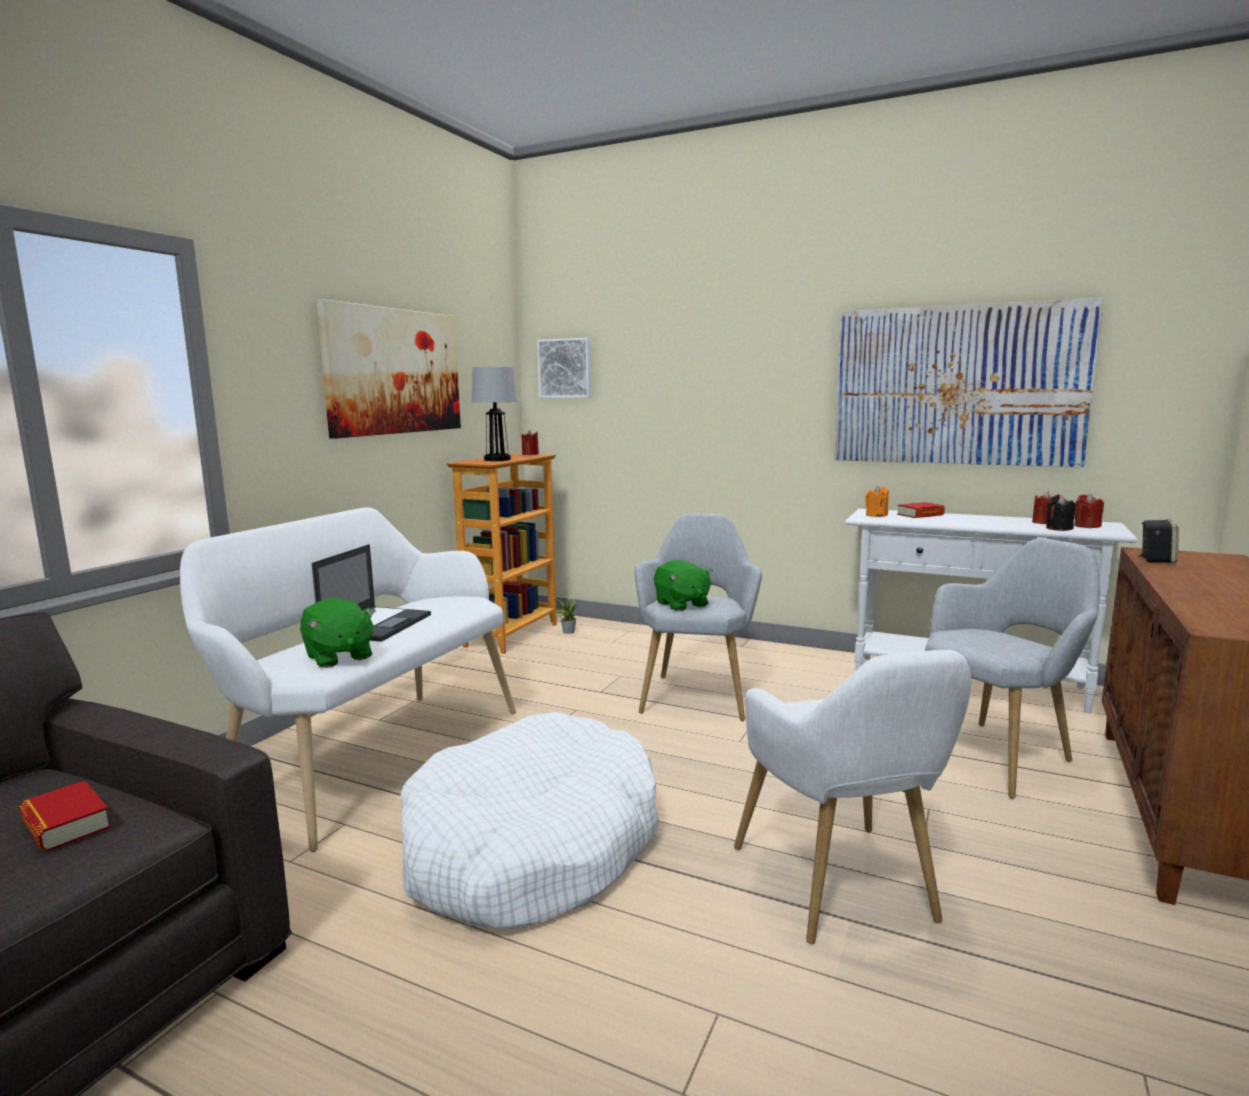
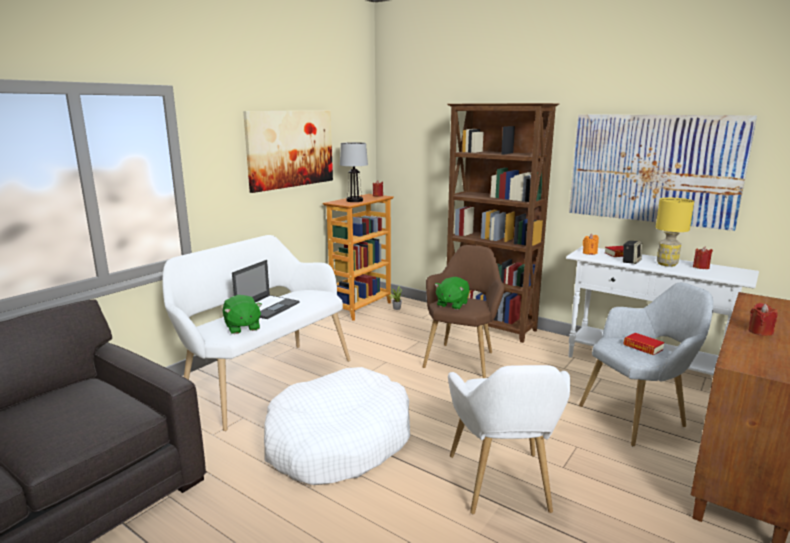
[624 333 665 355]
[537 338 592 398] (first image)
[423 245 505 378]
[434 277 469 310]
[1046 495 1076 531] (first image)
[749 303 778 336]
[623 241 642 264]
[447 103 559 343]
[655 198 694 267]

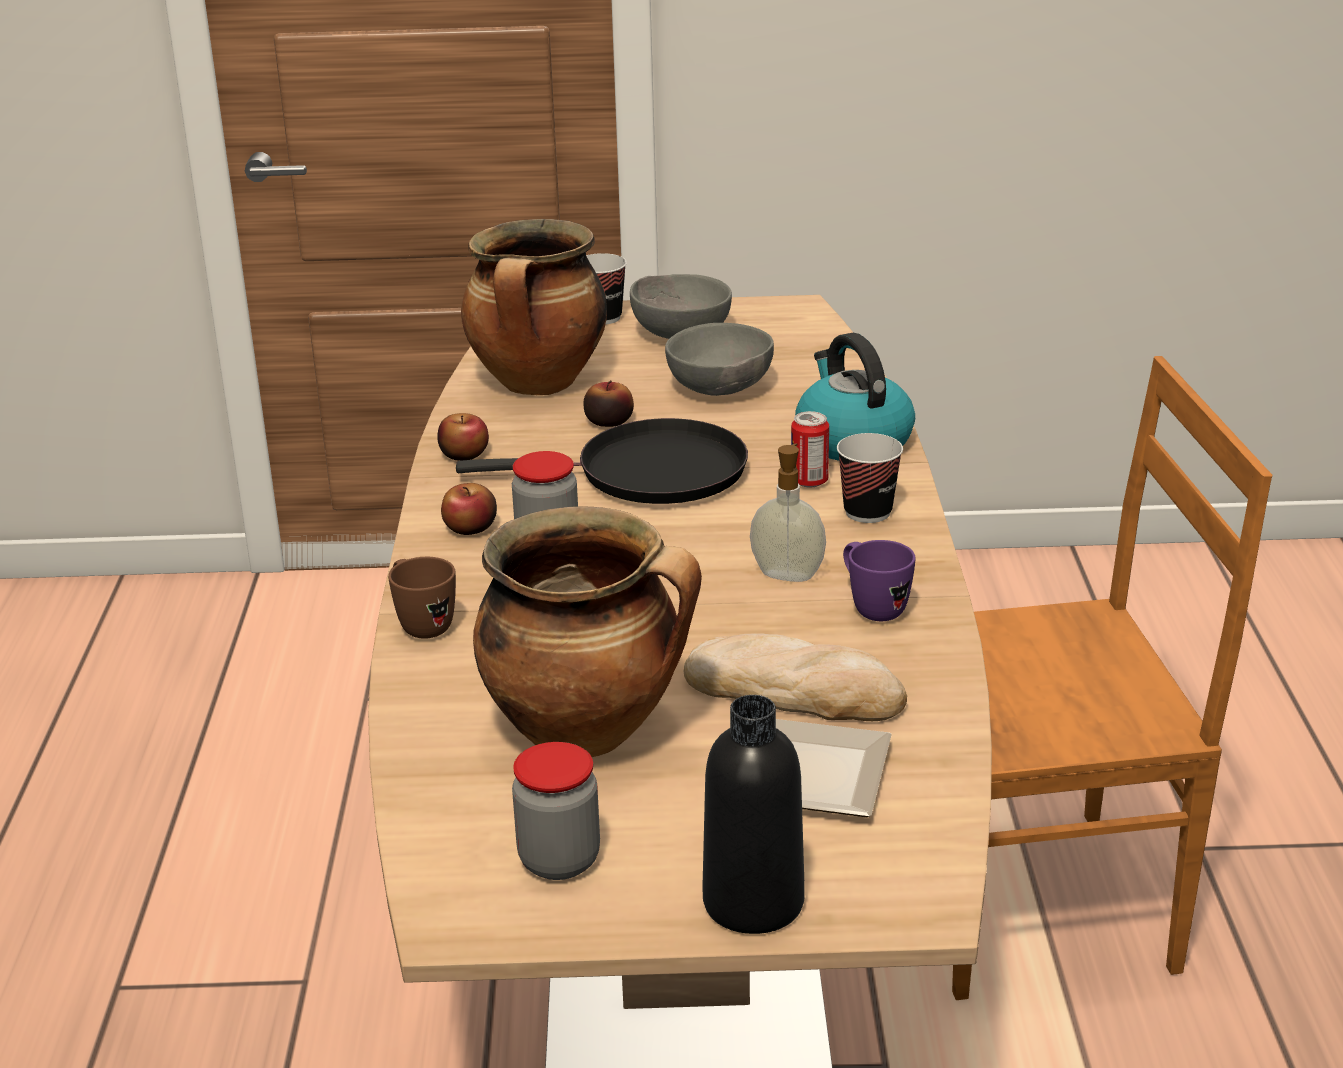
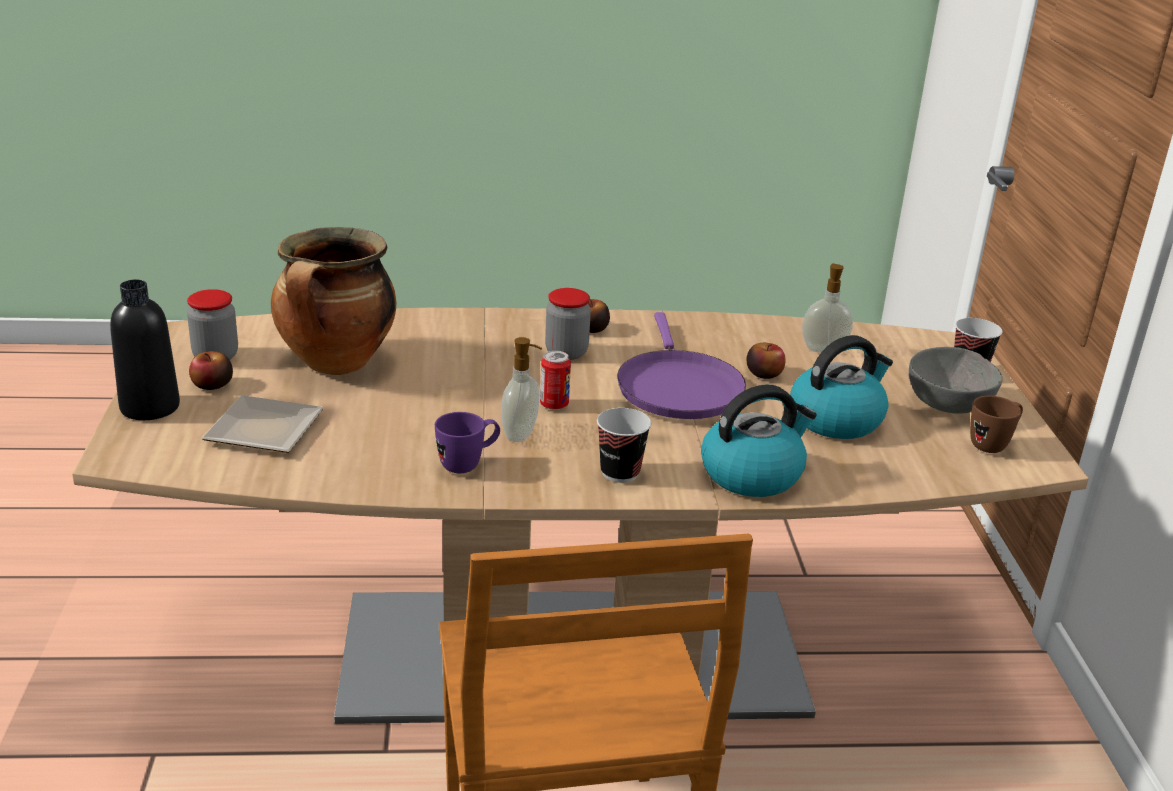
[970 396 1023 453]
[189 351 233 390]
[617 312 746 419]
[802 263 853 352]
[790 335 893 439]
[684 634 907 721] (first image)
[540 351 571 410]

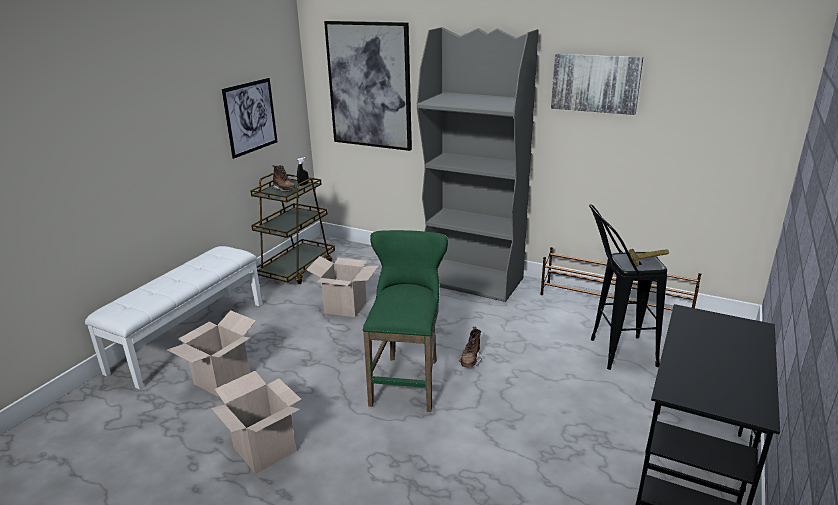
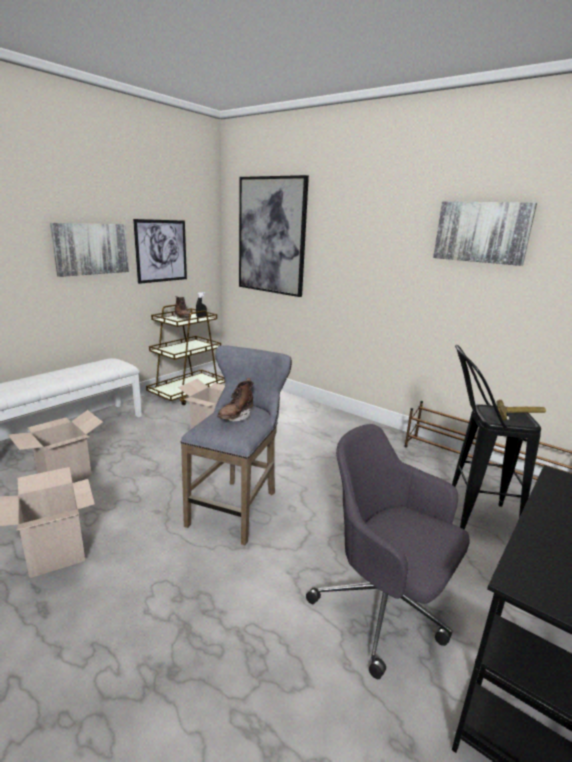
[181 345 292 545]
[417 27 539 302] (first image)
[217 378 254 422]
[50 223 129 277]
[306 424 470 679]

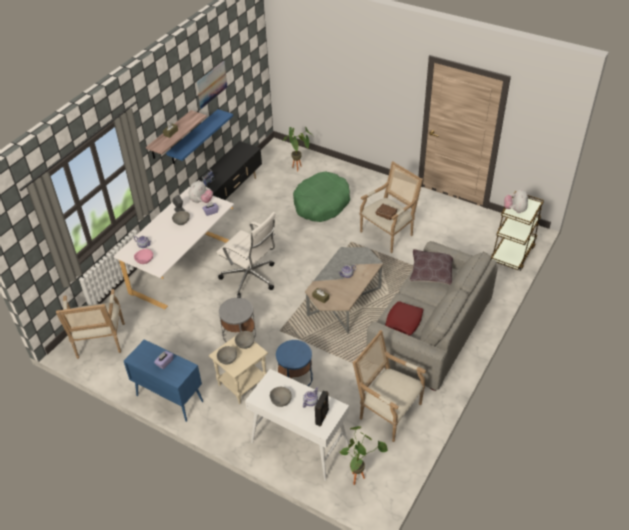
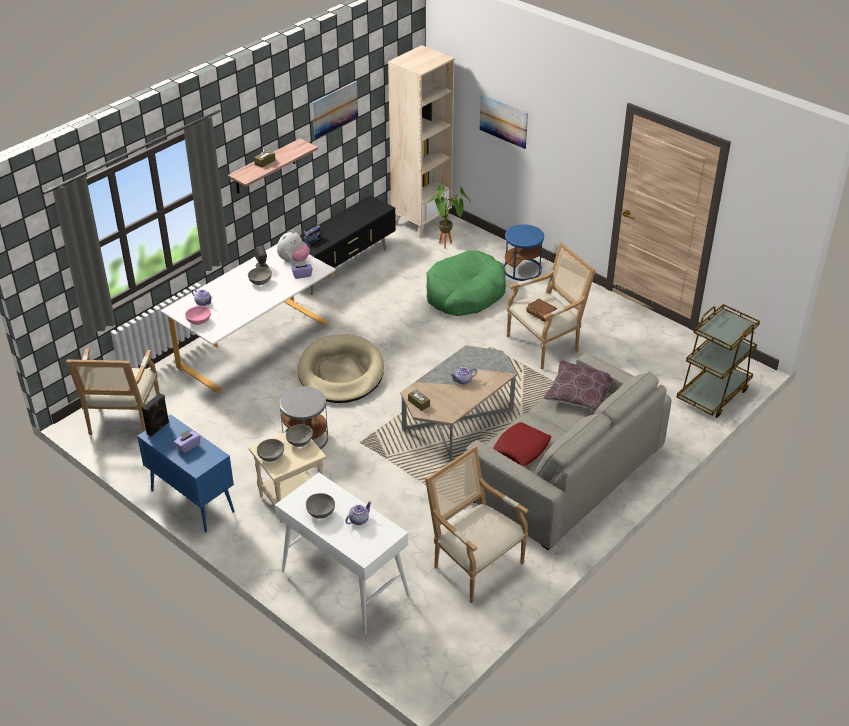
[166 109 233 164] (first image)
[298 334 384 403]
[504 224 544 281]
[142 393 169 437]
[340 426 388 485] (first image)
[504 189 528 213] (first image)
[388 45 454 238]
[480 95 528 149]

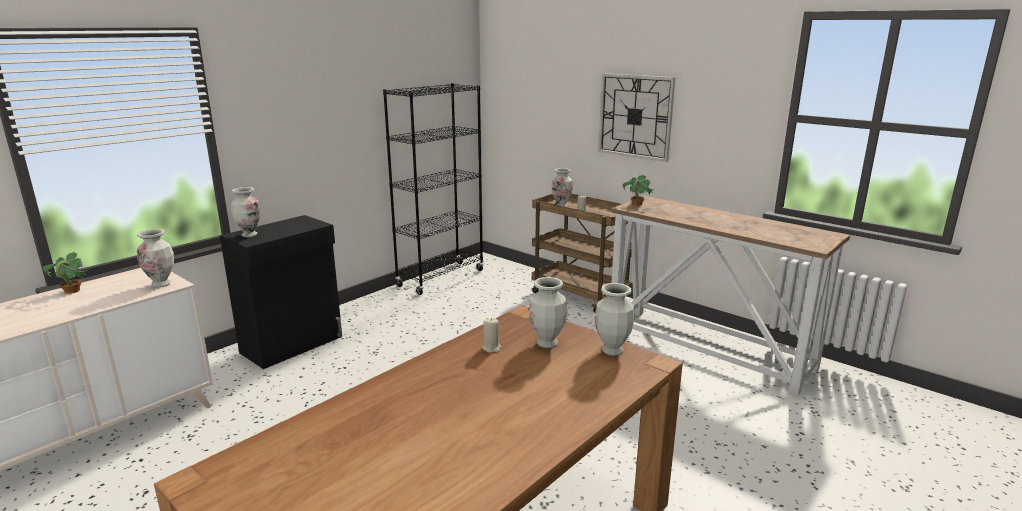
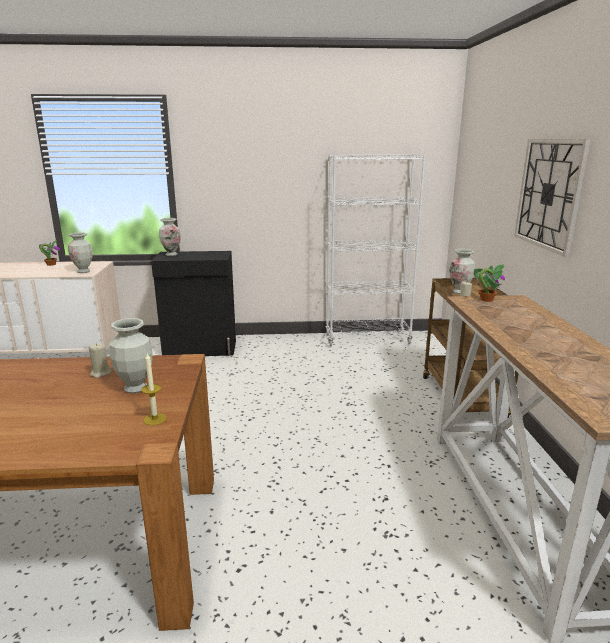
[325 154 426 346]
[141 353 167 425]

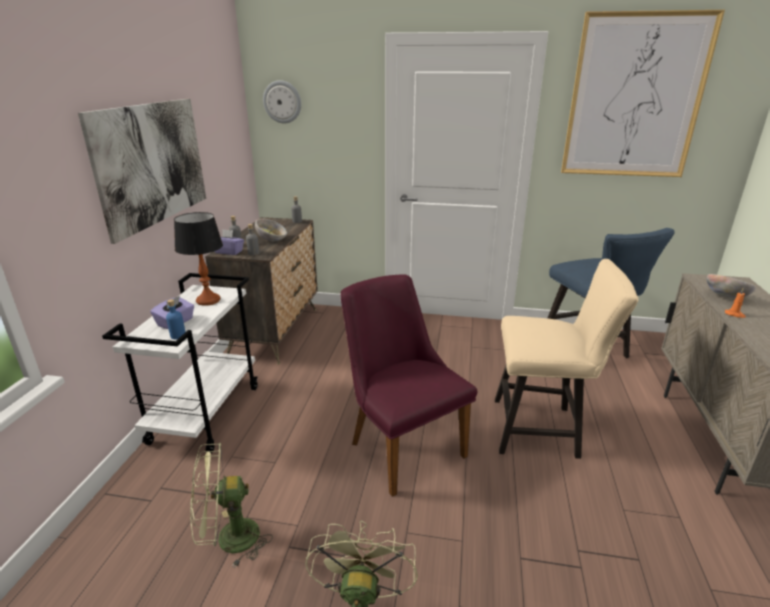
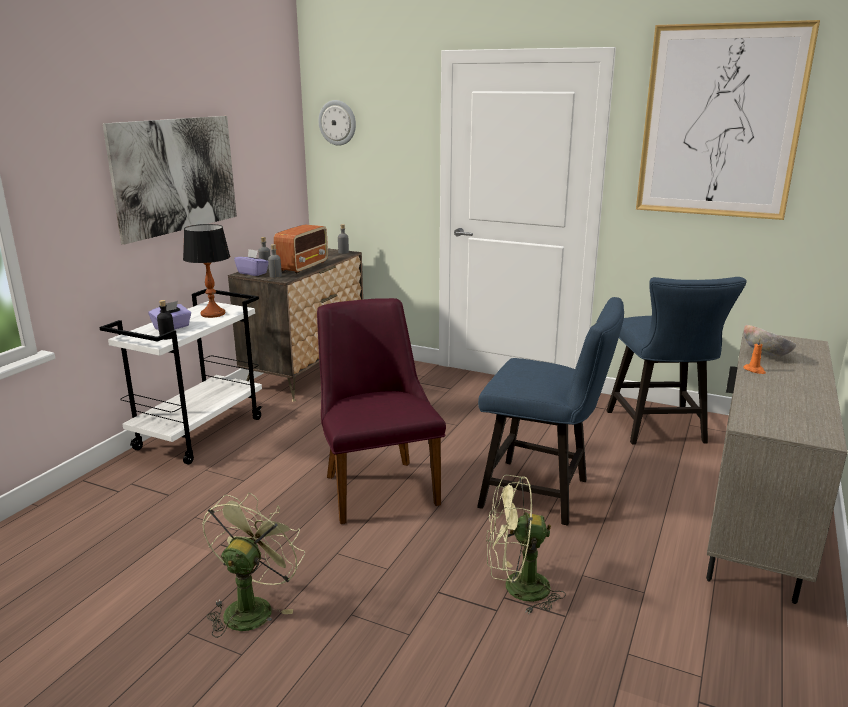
[157 300 174 340]
[486 475 566 614]
[274 225 328 274]
[477 297 624 526]

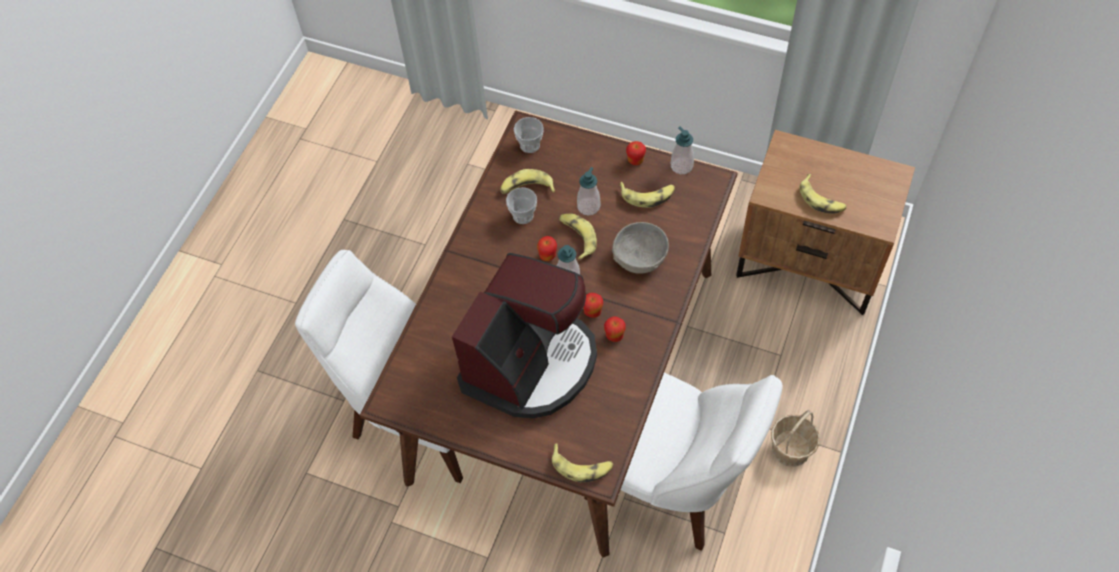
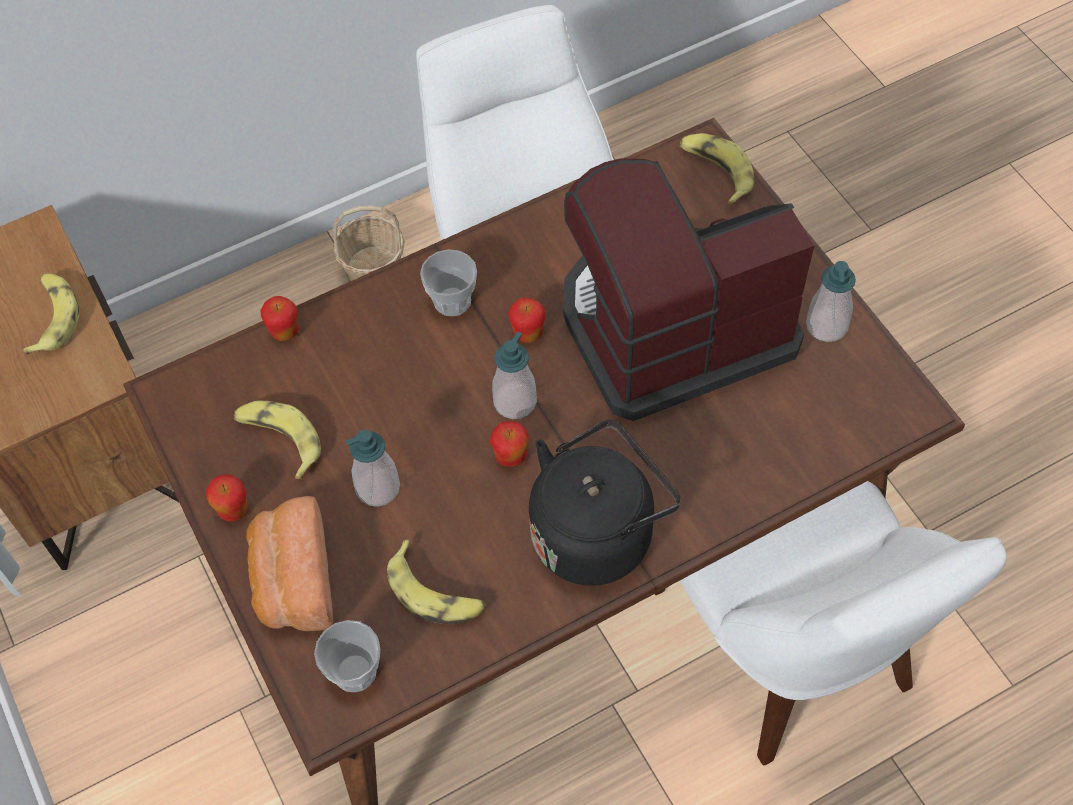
[420 249 477 316]
[559 214 597 260] (first image)
[260 296 299 341]
[612 222 669 274] (first image)
[806 261 856 342]
[246 496 333 631]
[529 419 681 586]

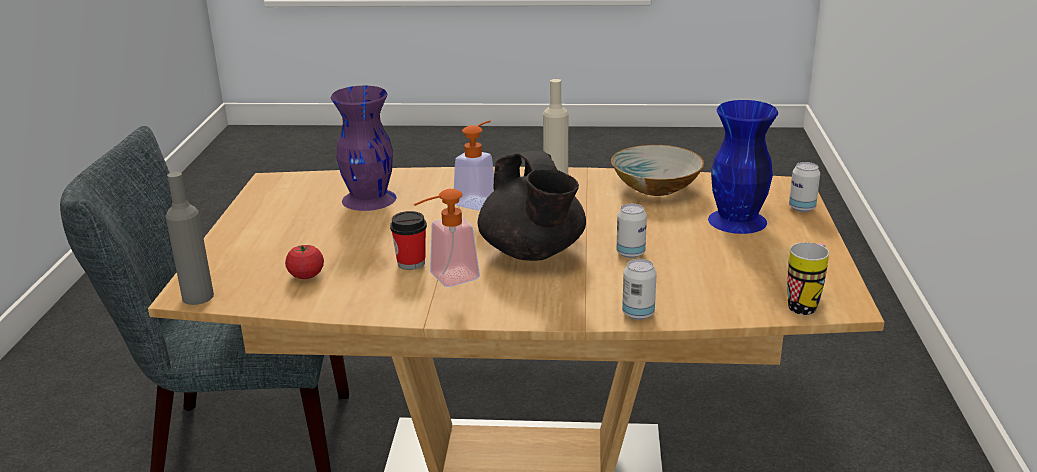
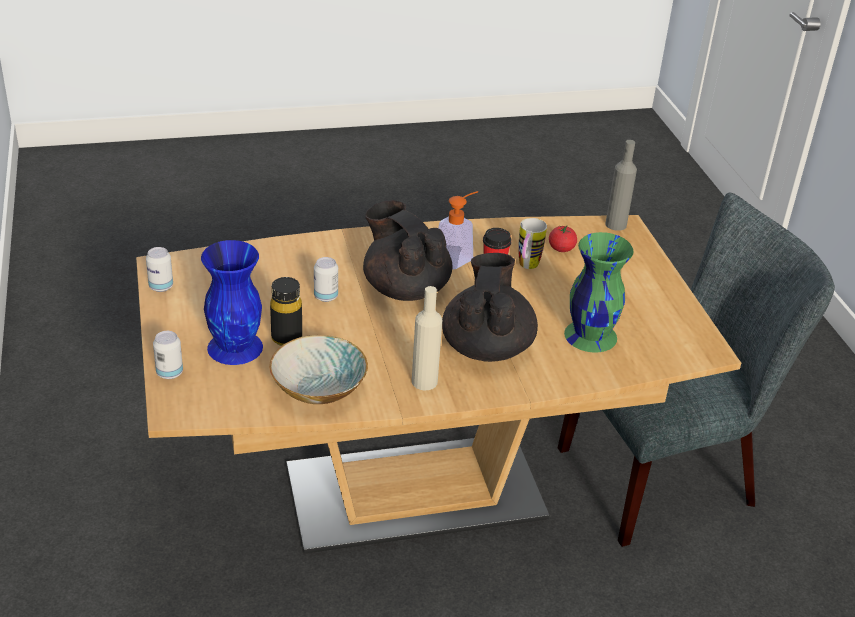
[564 232 634 353]
[442 253 538 362]
[146 247 173 292]
[518 218 547 269]
[270 277 302 346]

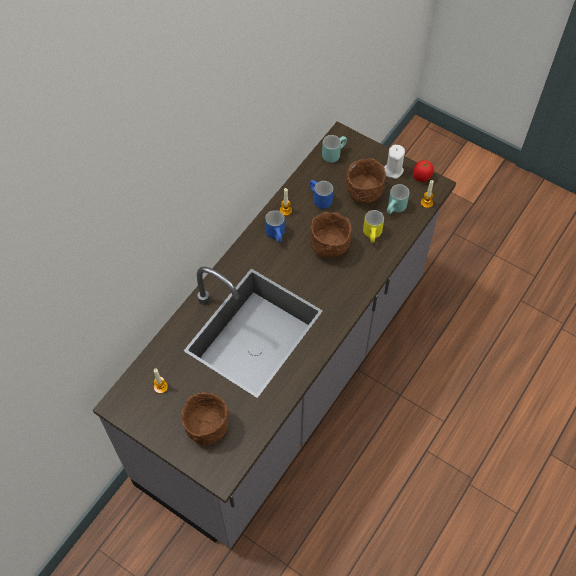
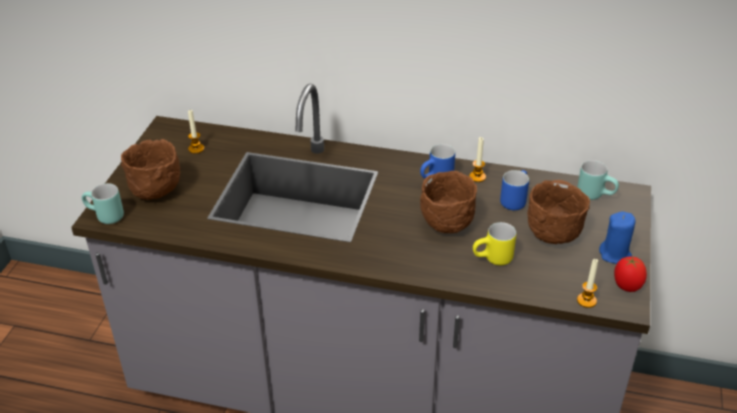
[599 212 635 264]
[82 183 124 224]

